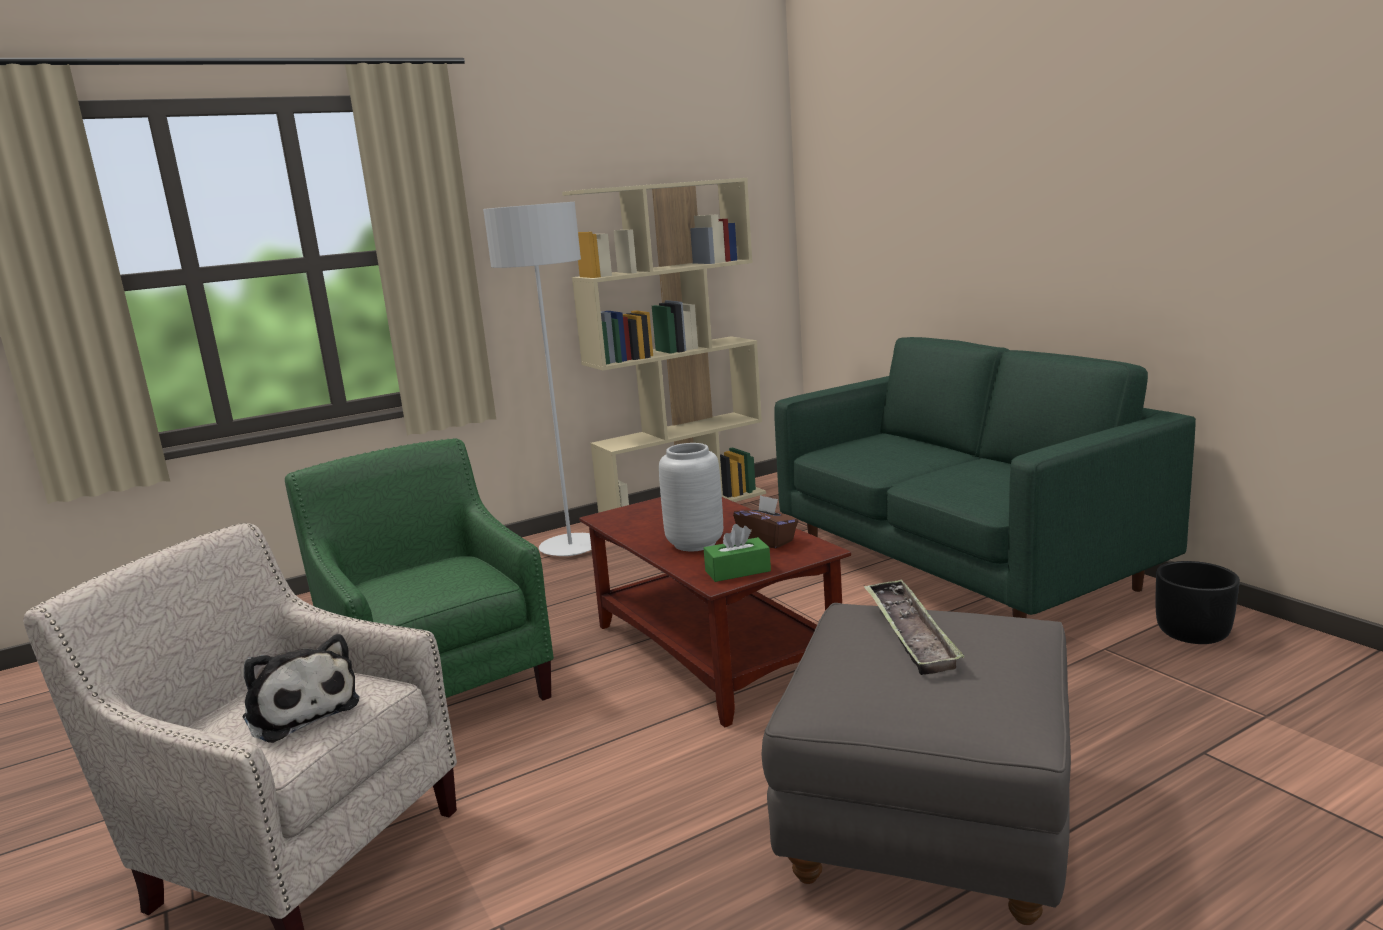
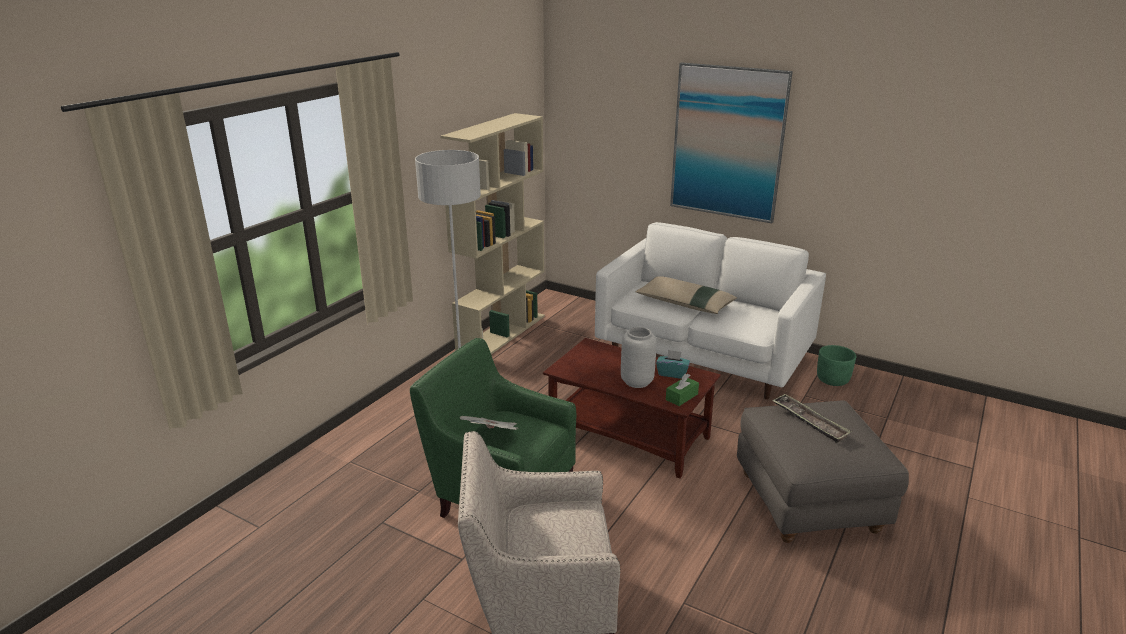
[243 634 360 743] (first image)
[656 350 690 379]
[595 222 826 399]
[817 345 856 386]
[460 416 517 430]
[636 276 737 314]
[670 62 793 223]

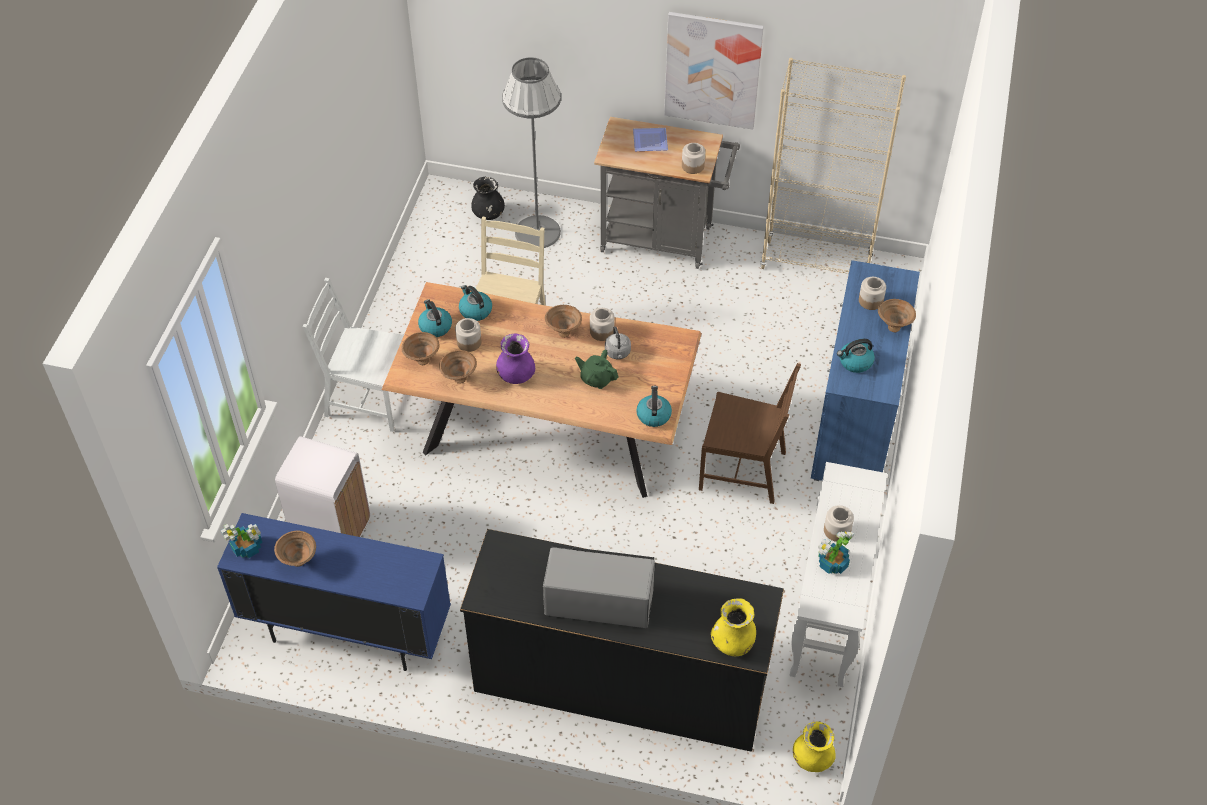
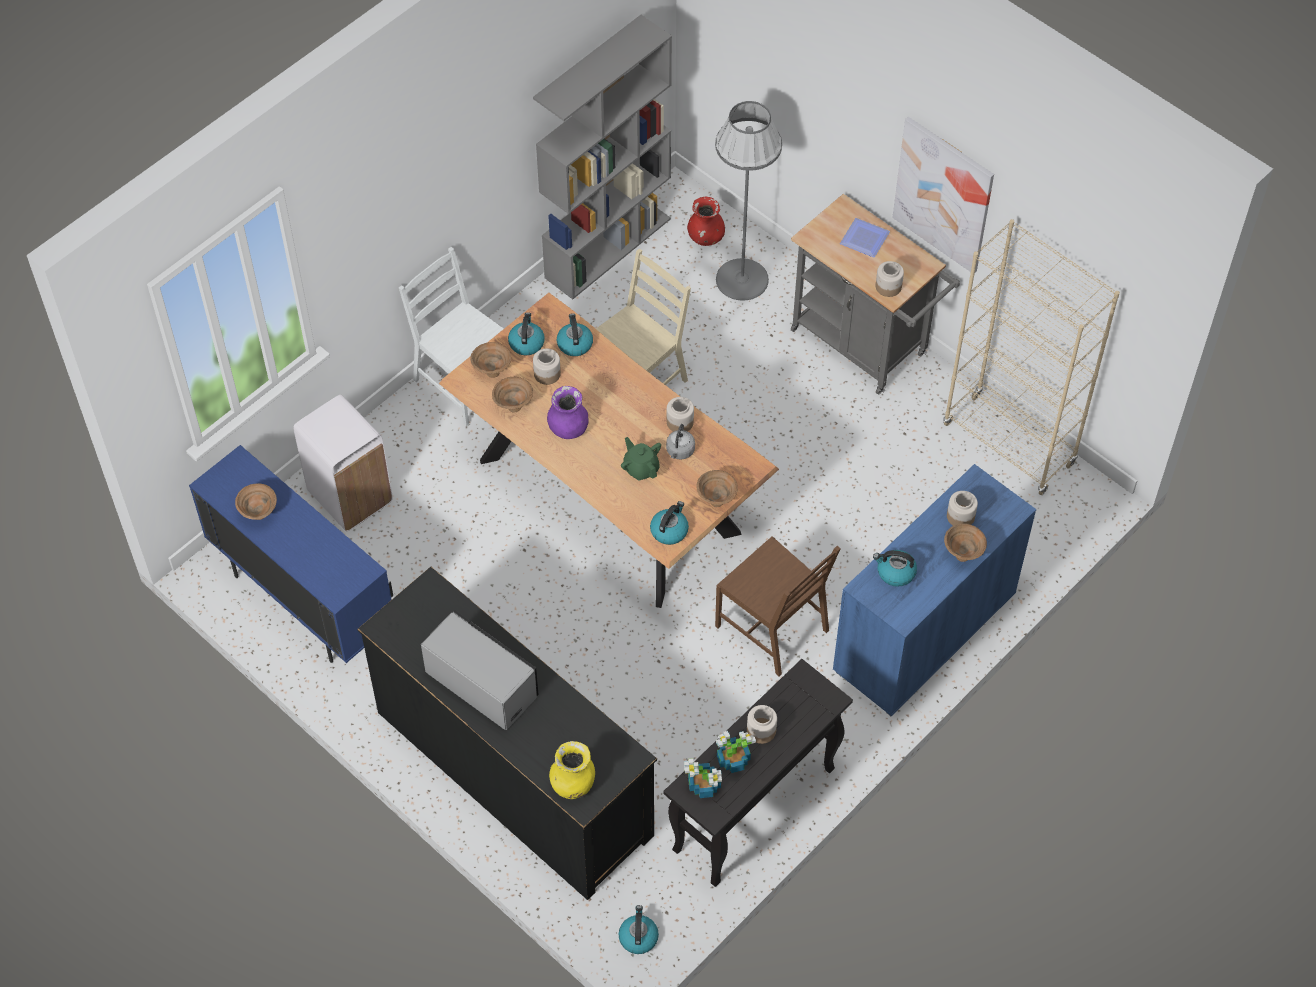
[684 758 722 798]
[687 196 725 246]
[696 470 738 507]
[663 659 853 887]
[619 905 659 954]
[533 15 672 300]

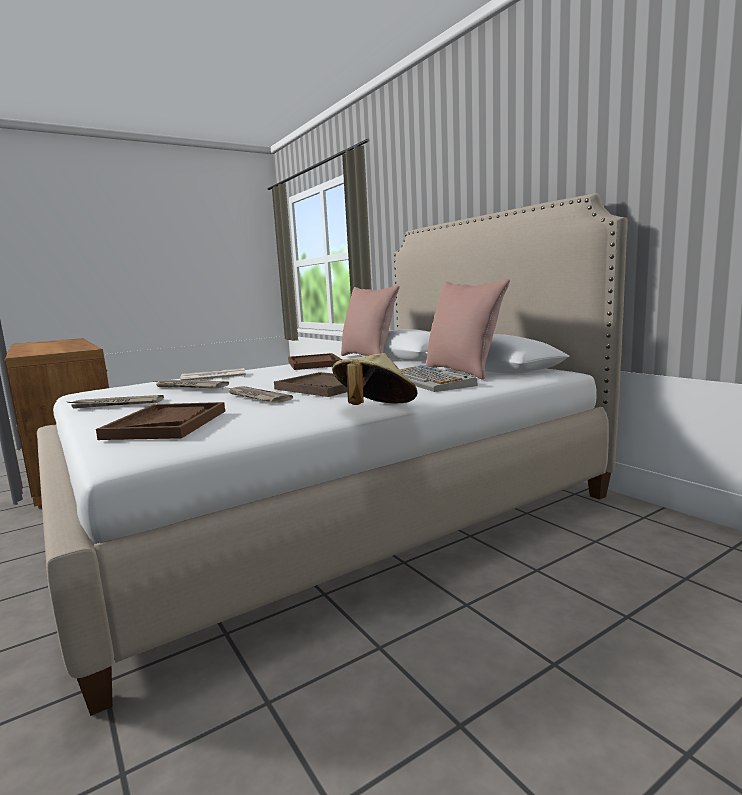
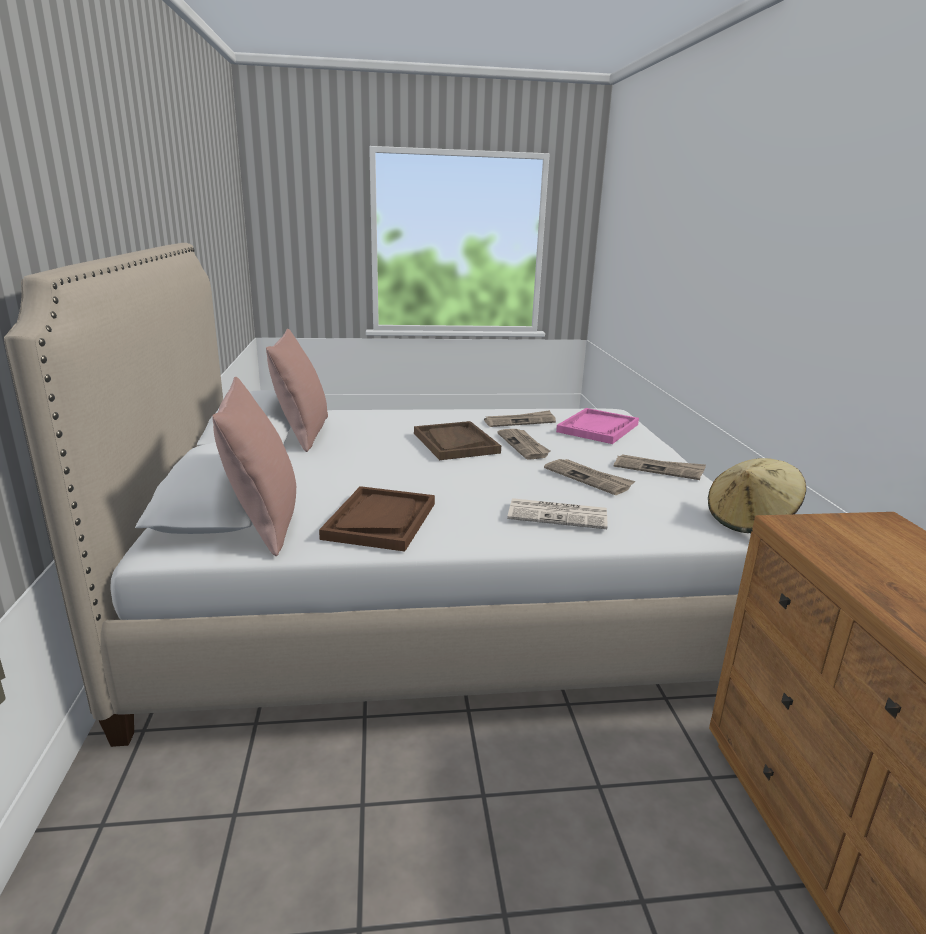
[556 408 639 444]
[708 458 806 533]
[400 365 478 392] (first image)
[484 410 556 427]

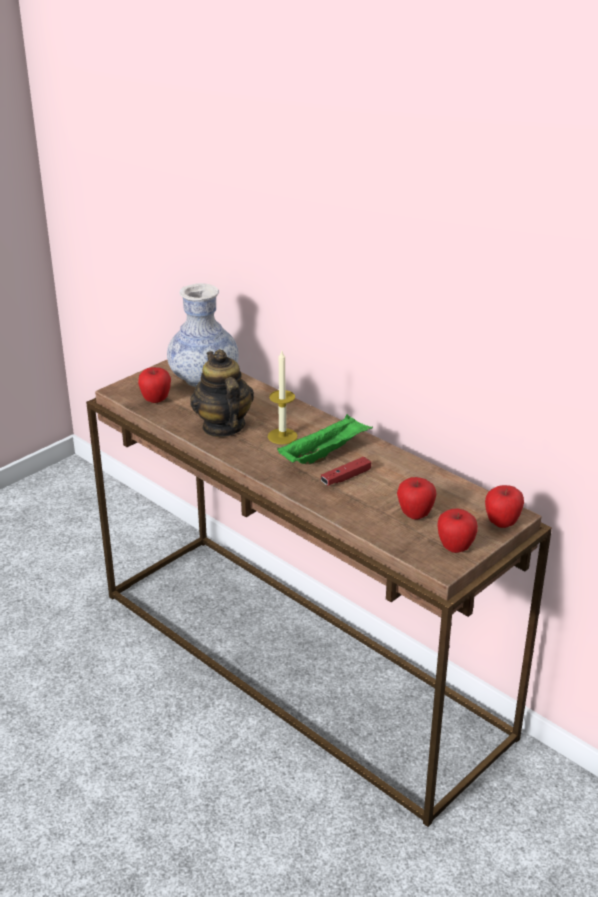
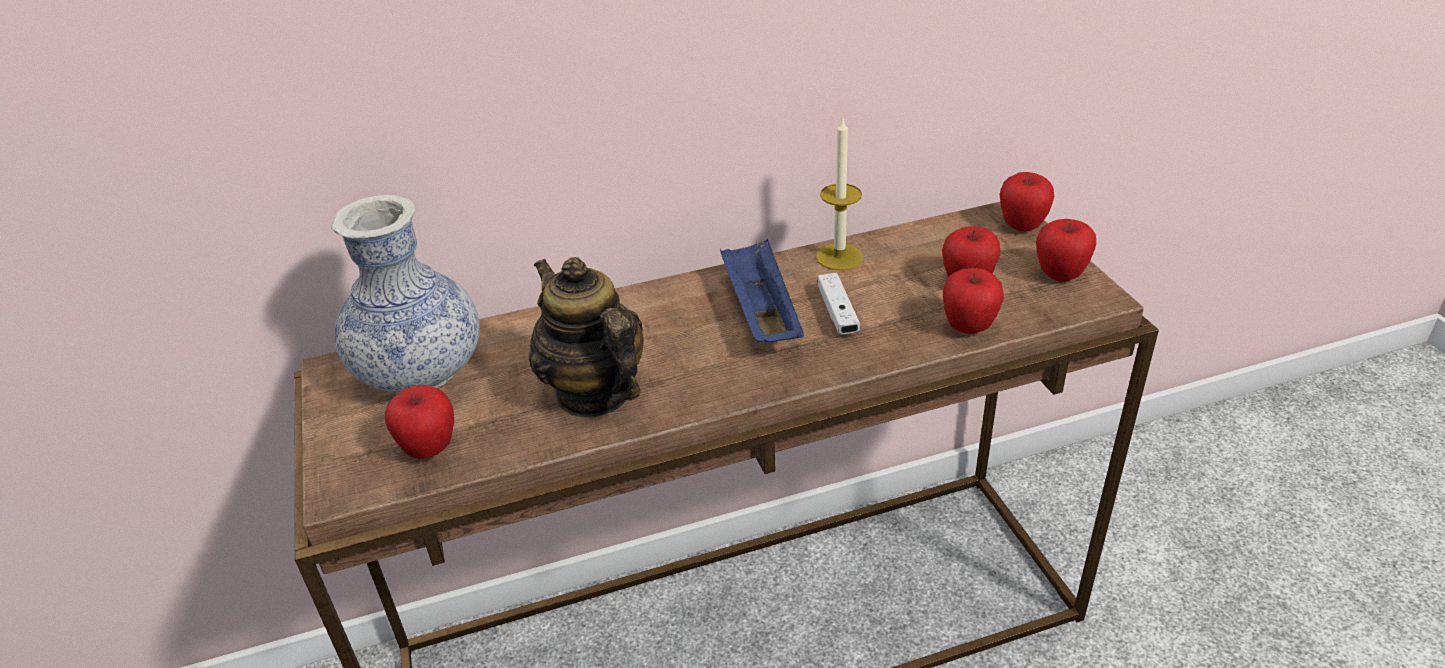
[529 257 644 418]
[816 116 863 270]
[720 239 804 343]
[817 273 860 334]
[943 268 1004 334]

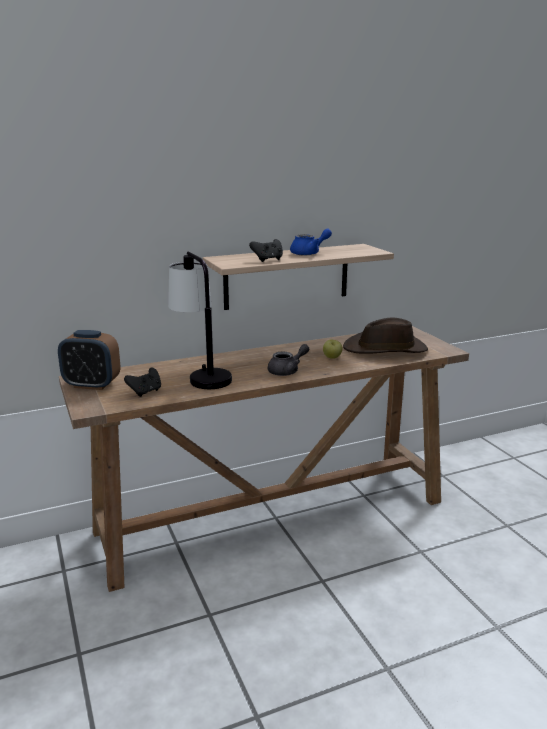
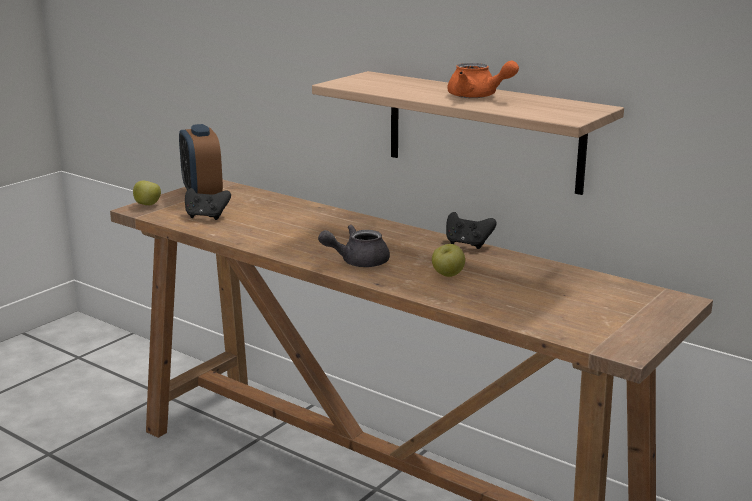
[168 252 232 389] (first image)
[446 212 497 249]
[318 225 390 267]
[447 61 519 98]
[343 318 428 353] (first image)
[133 181 161 205]

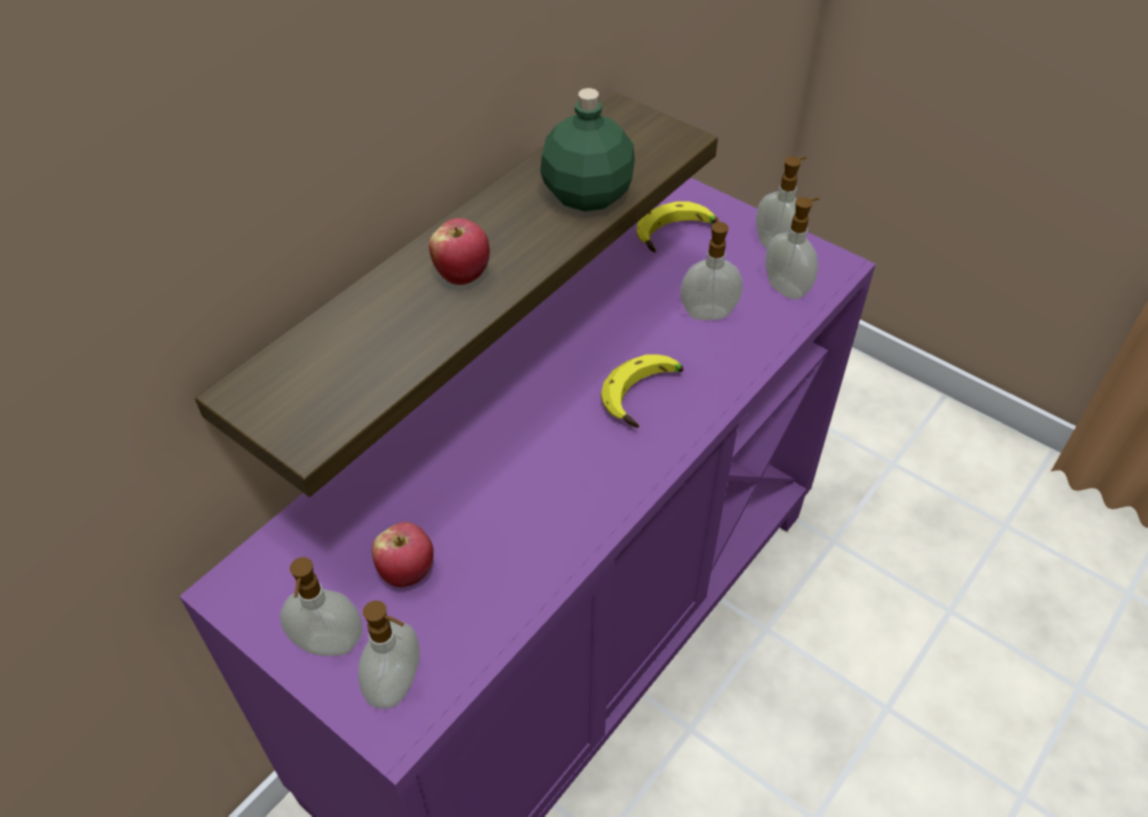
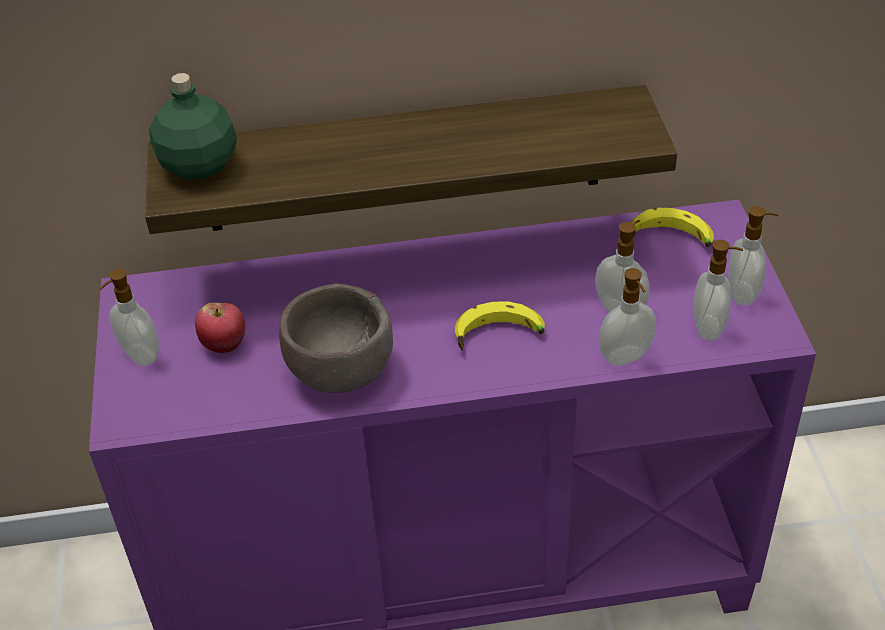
[599 268 656 366]
[429 218 490 285] (first image)
[149 73 237 180]
[279 284 393 393]

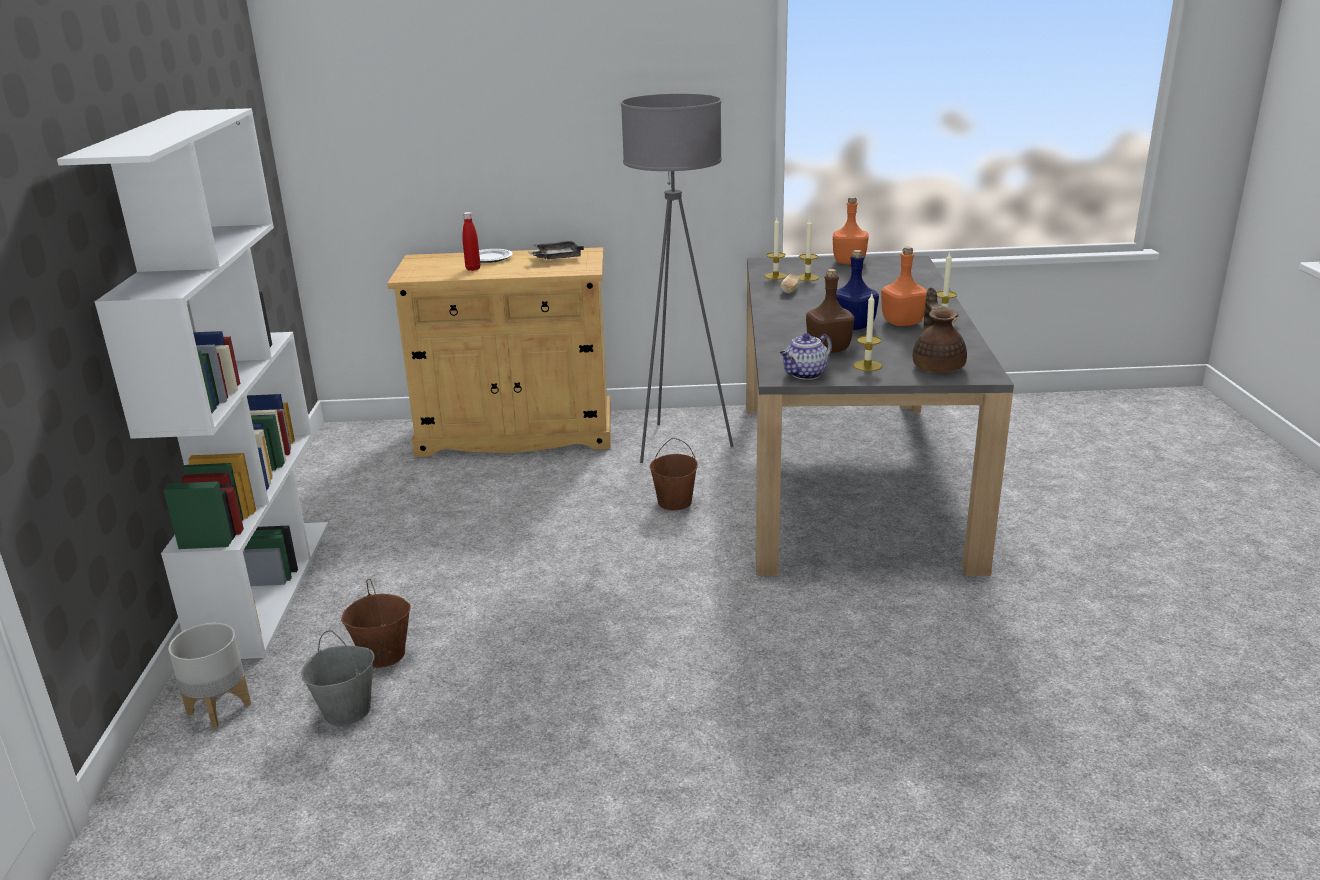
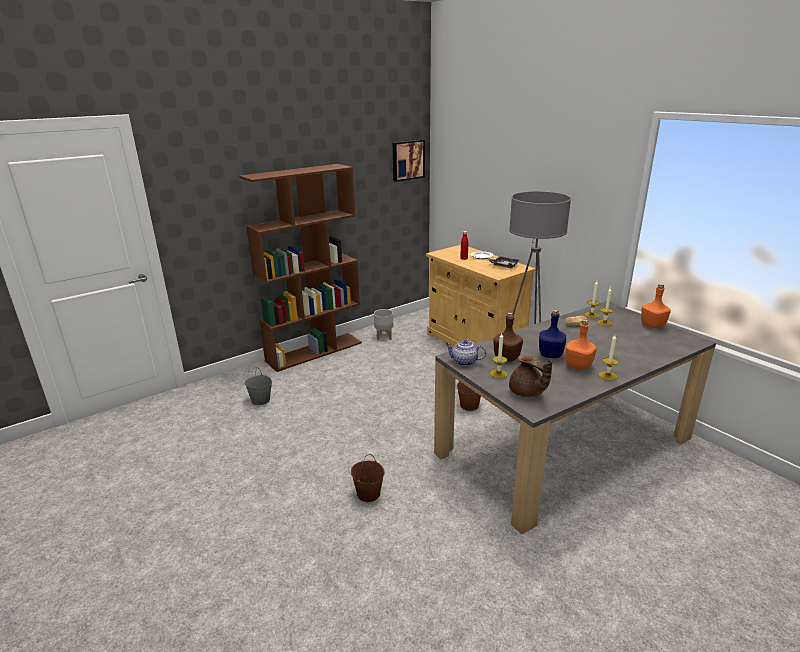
[239 164 362 372]
[374 309 393 340]
[351 454 385 502]
[509 355 552 397]
[393 140 425 182]

